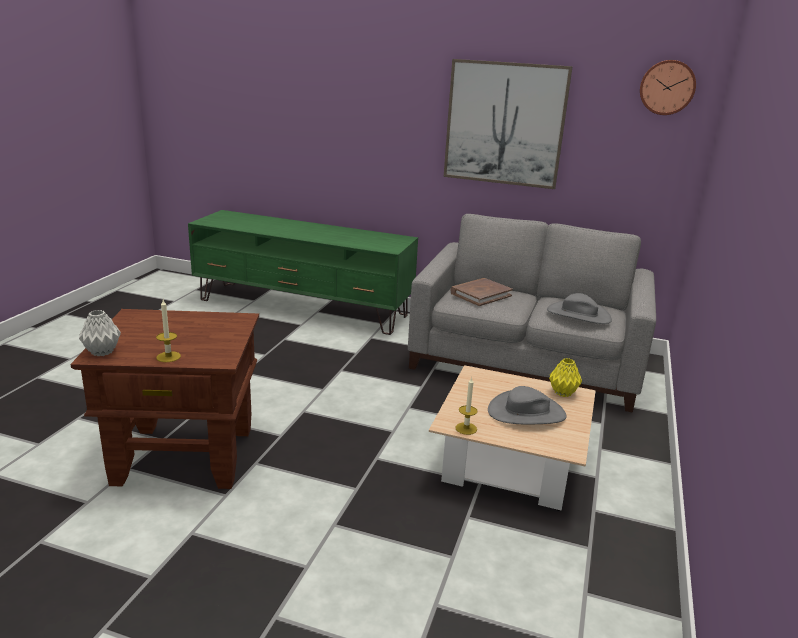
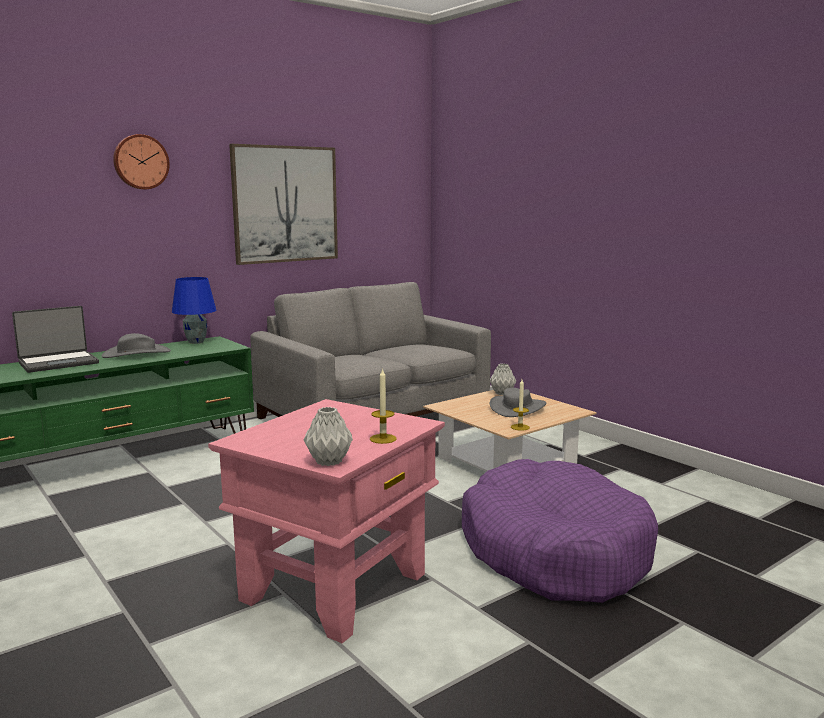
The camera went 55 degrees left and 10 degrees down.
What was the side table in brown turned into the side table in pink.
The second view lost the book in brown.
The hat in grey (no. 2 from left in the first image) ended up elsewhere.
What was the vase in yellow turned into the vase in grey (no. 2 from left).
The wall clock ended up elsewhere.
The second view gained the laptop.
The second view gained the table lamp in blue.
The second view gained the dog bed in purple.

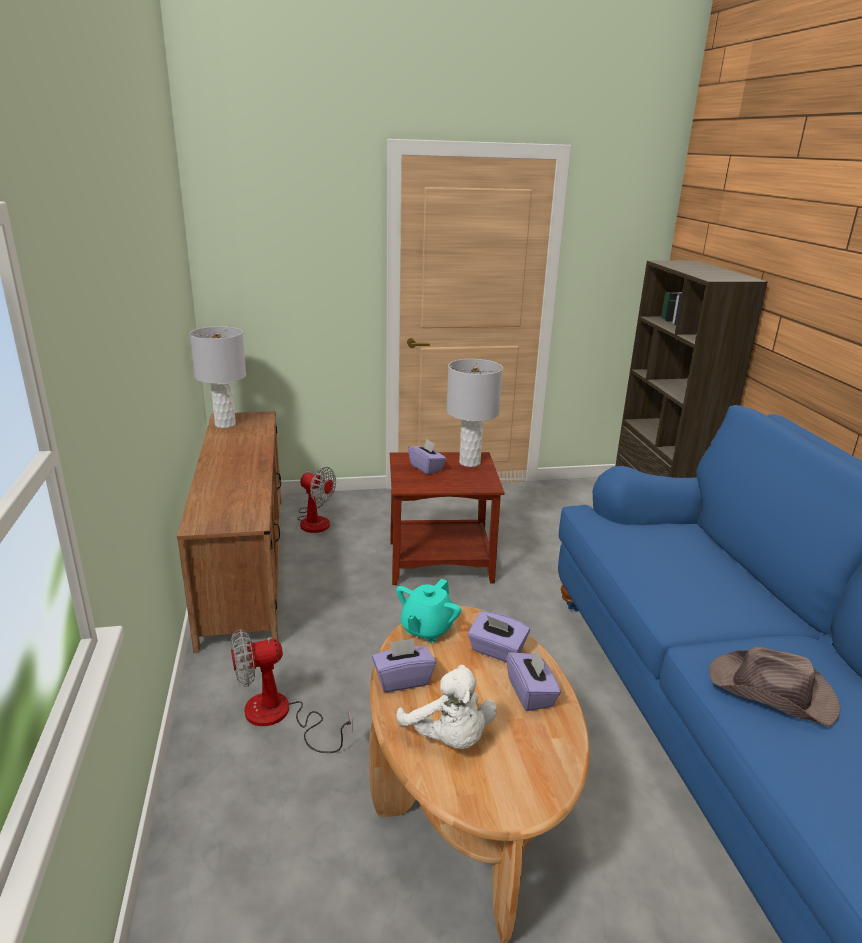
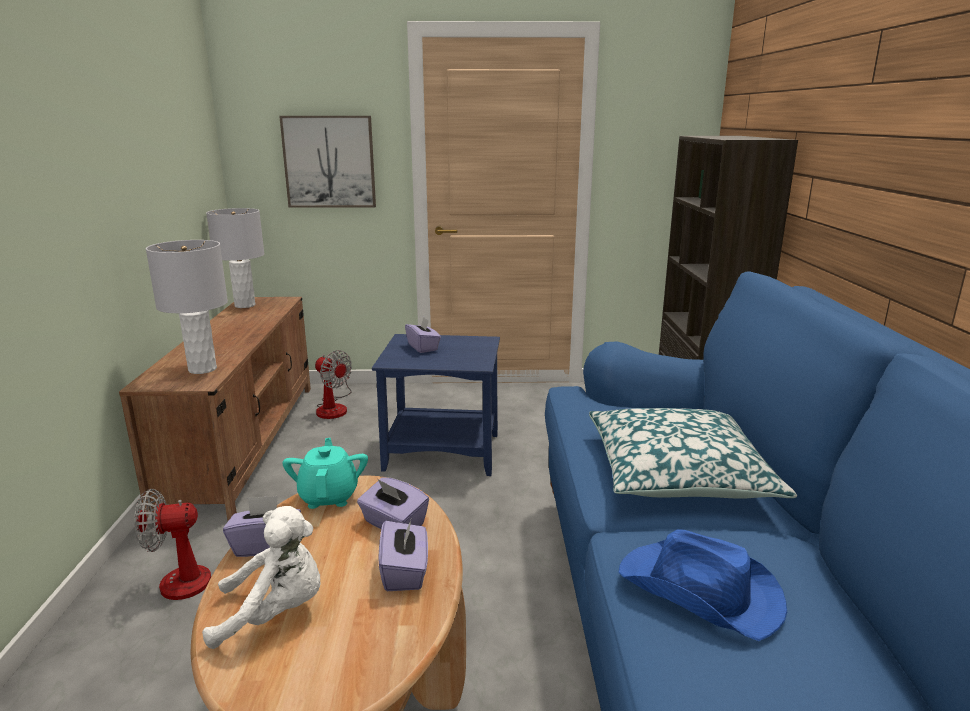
The camera went 10 degrees right and 5 degrees down.
What was the side table in brown turned into the side table in blue.
The teapot in turquoise ended up facing another way, 135 degrees clockwise from before.
The plush toy in white ended up facing another way, 75 degrees counterclockwise from before.
The table lamp in grey (no. 2 from left in the first image) ended up elsewhere.
What was the hat in brown turned into the hat in blue.
The second view gained the picture.
The second view gained the pillow.

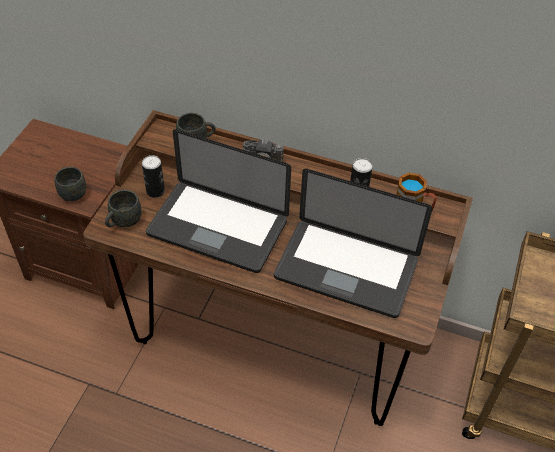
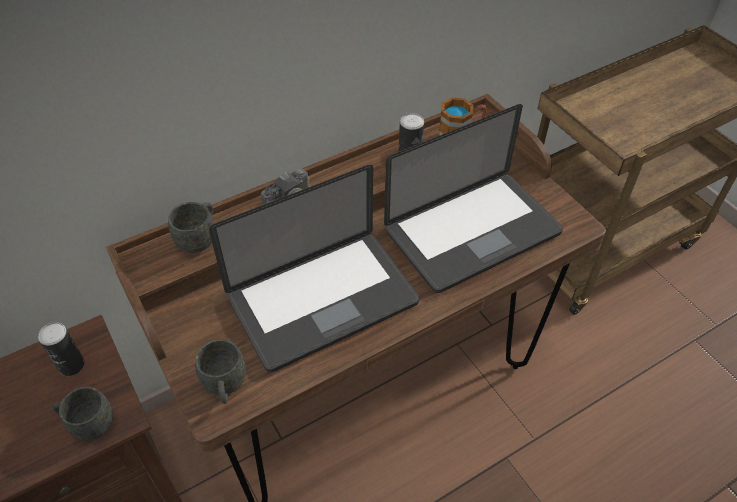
The camera went 50 degrees left and 0 degrees up.
The can (no. 1 from left) ended up elsewhere.

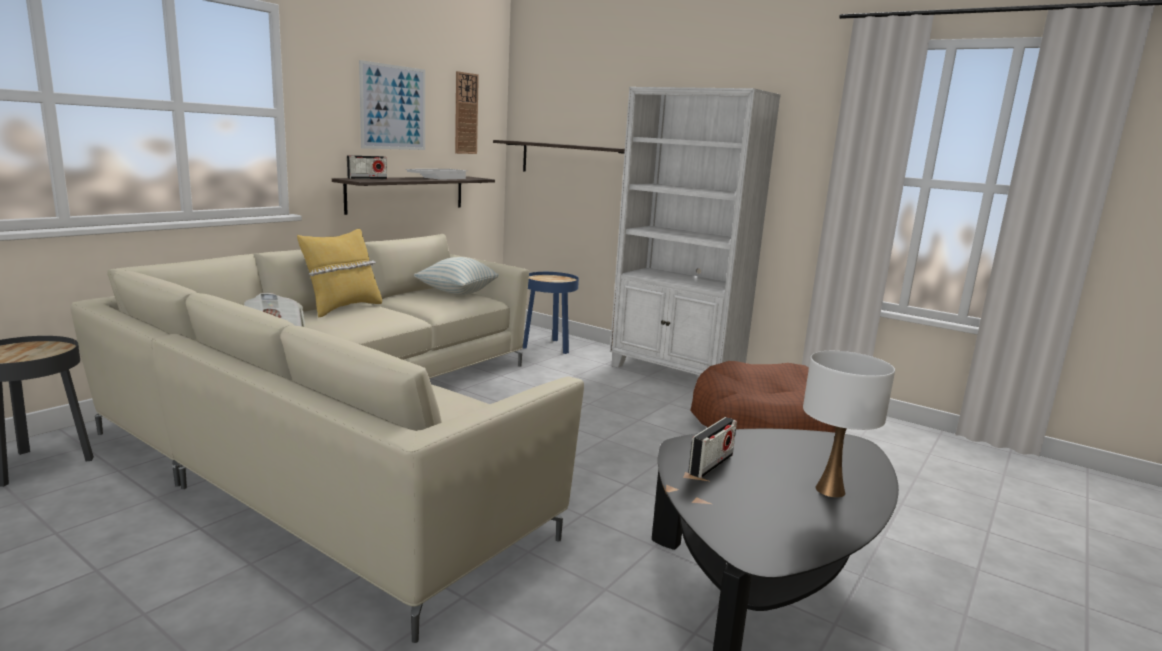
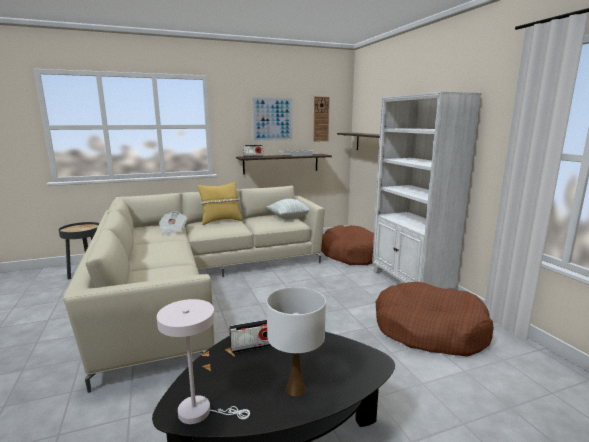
The camera went 35 degrees right and 0 degrees up.
Where the side table in blue stood, the dog bed in brown (no. 1 from left) came to stand.
The second view gained the table lamp in white (no. 1 from left).

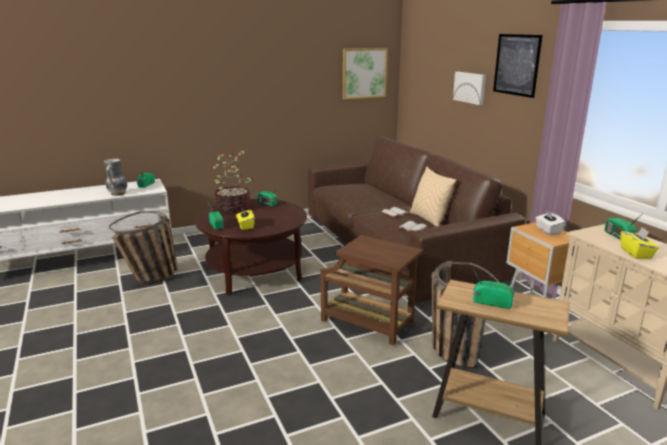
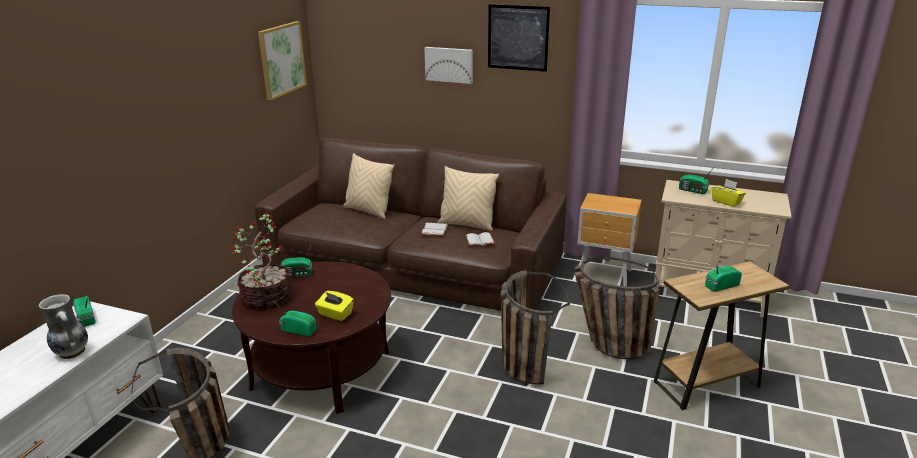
The camera went 45 degrees left and 5 degrees up.
Where the side table in brown (no. 1 from left) stood, the basket (no. 2 from left) came to stand.
The second view lost the tissue box in white.
The second view gained the pillow in beige (no. 1 from left).

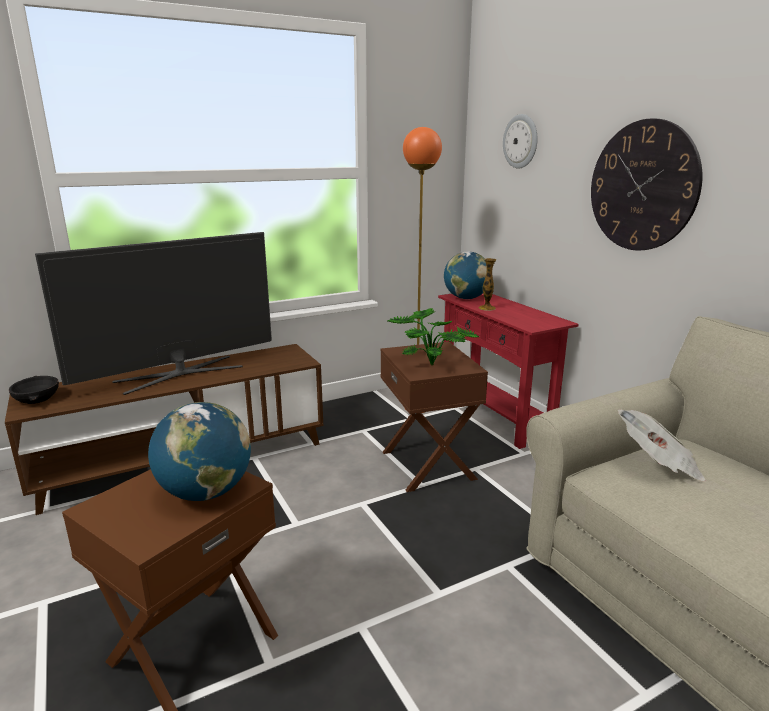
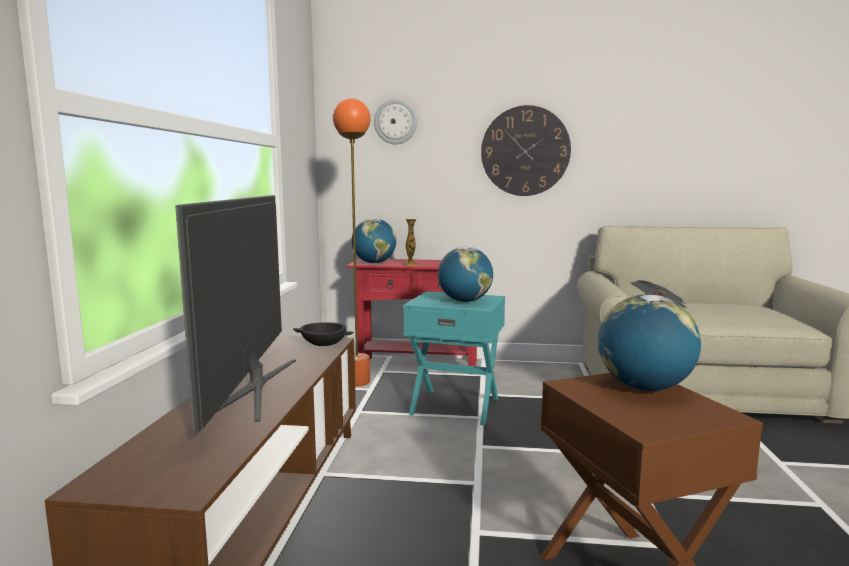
The camera went 55 degrees left and 10 degrees down.
The bowl in black ended up elsewhere.
What was the side table in brown (no. 2 from left) turned into the side table in turquoise.
Where the potted plant stood, the globe (no. 2 from left) came to stand.

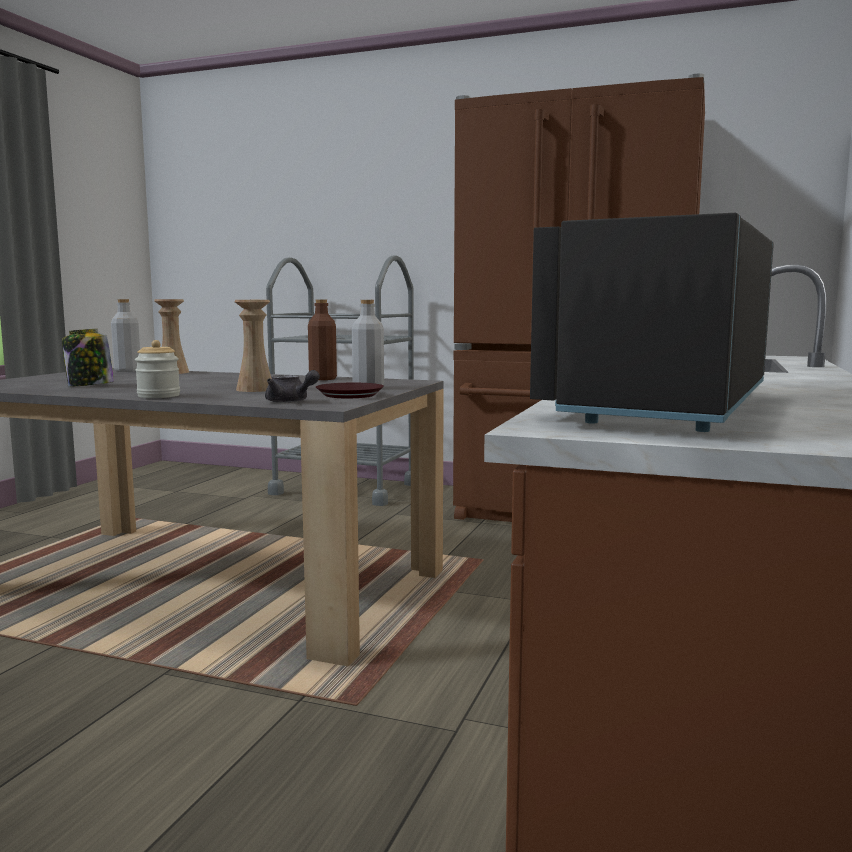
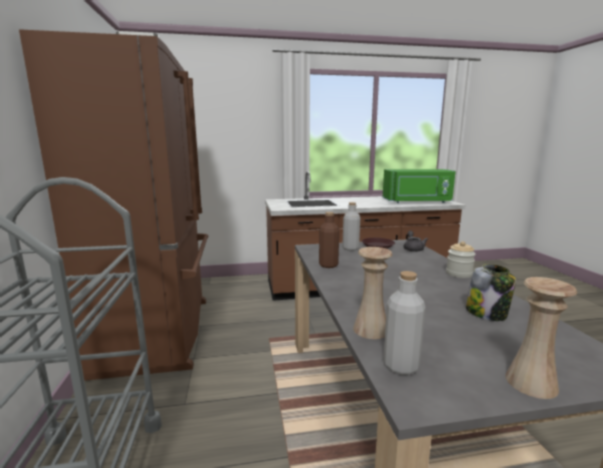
The camera went 120 degrees left and 5 degrees up.
The vase in beige (no. 2 from left) ended up elsewhere.
What was the microwave in black turned into the microwave in green.

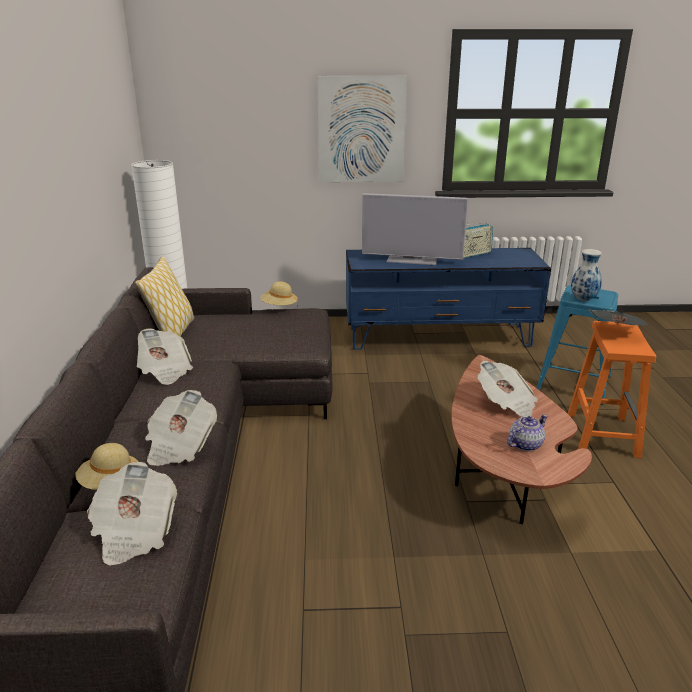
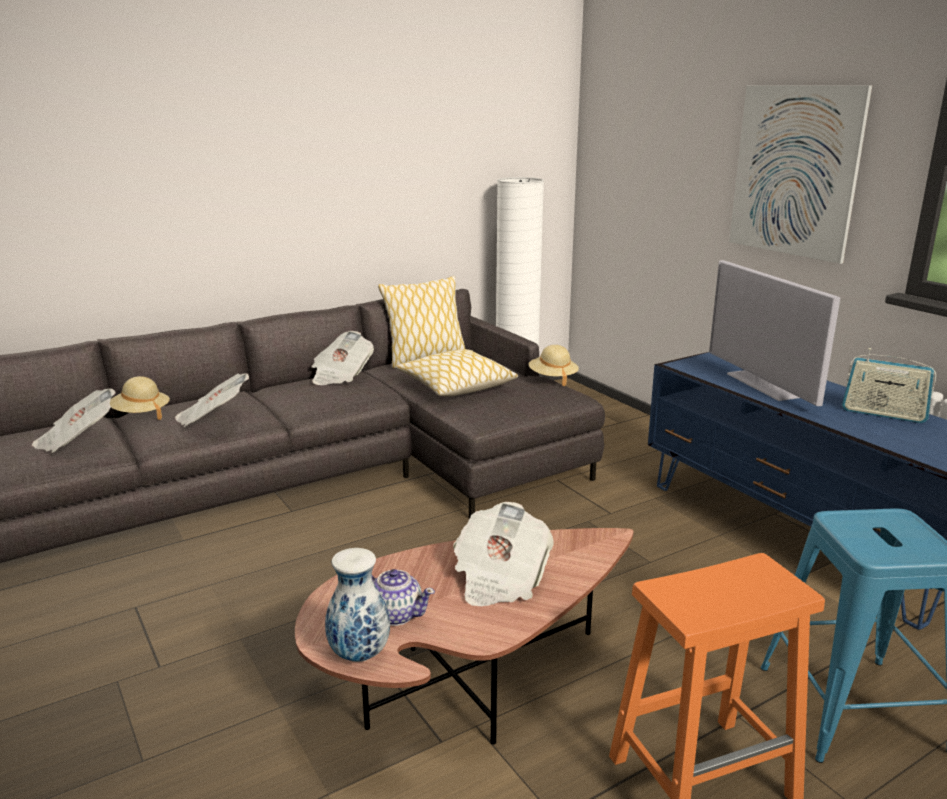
The camera went 60 degrees right and 5 degrees down.
The vase ended up elsewhere.
The second view lost the newspaper (no. 5 from left).
The second view gained the pillow (no. 2 from left).

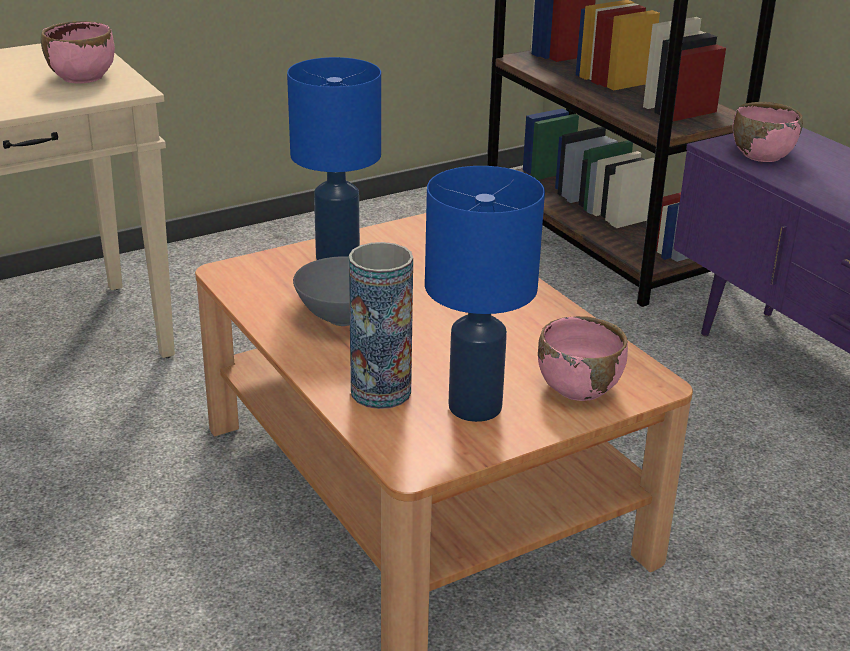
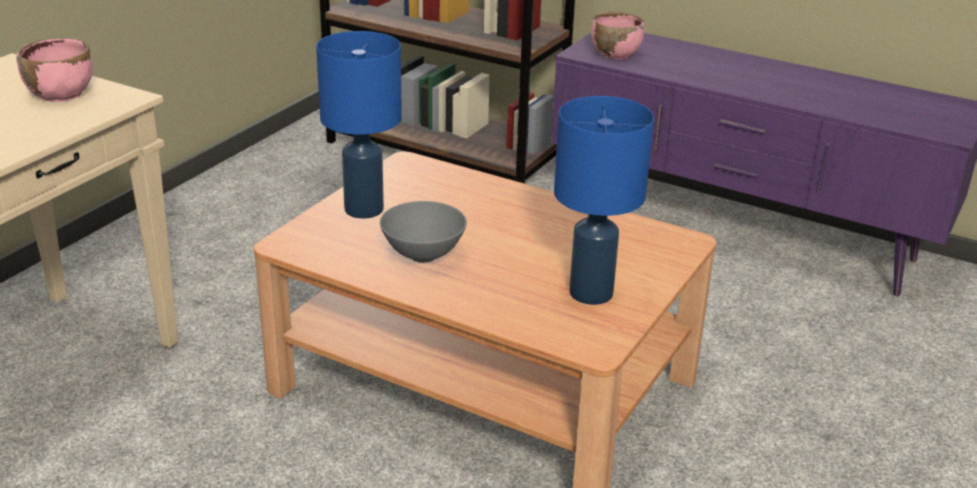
The camera went 30 degrees left and 0 degrees up.
The second view lost the vase.
The second view lost the bowl in pink (no. 2 from left).

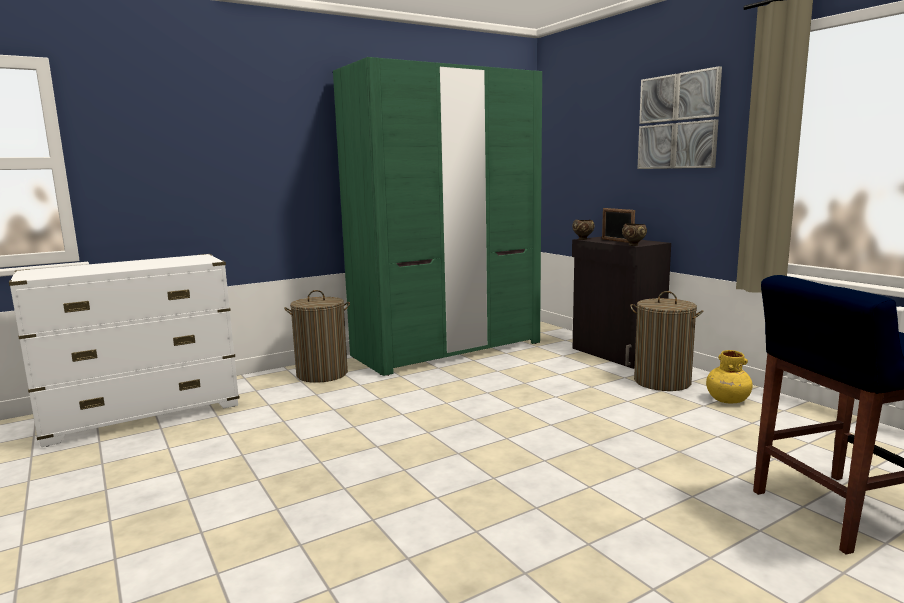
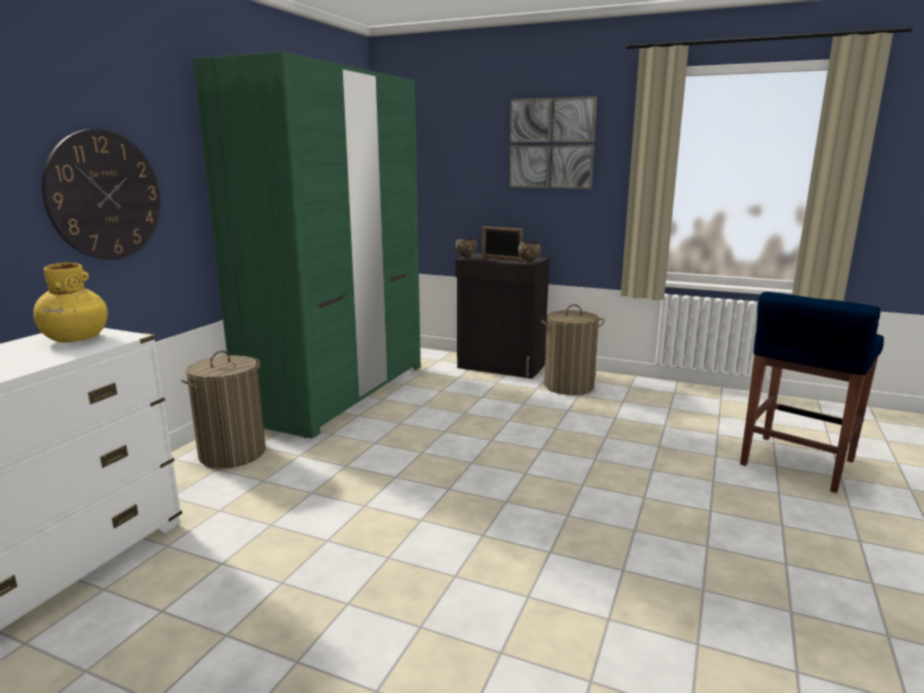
The camera went 35 degrees left and 5 degrees up.
The vase in yellow ended up elsewhere.
The second view gained the wall clock.

